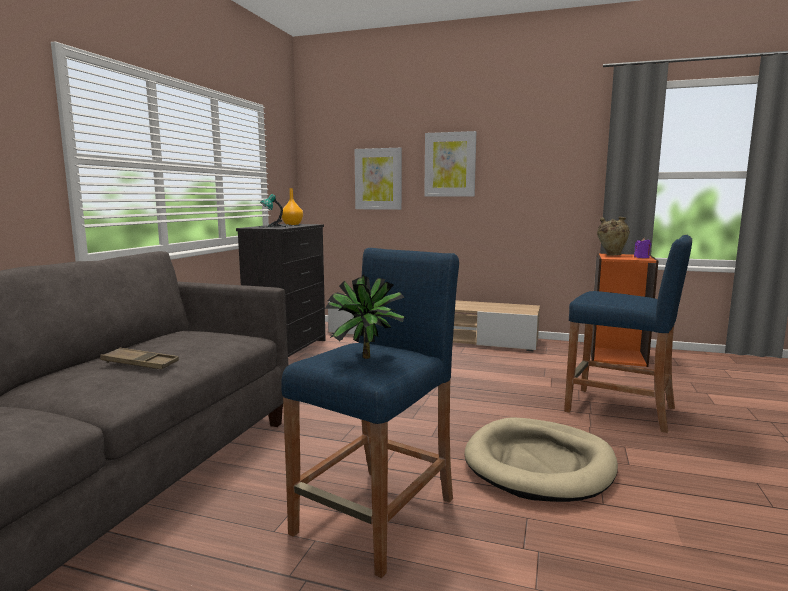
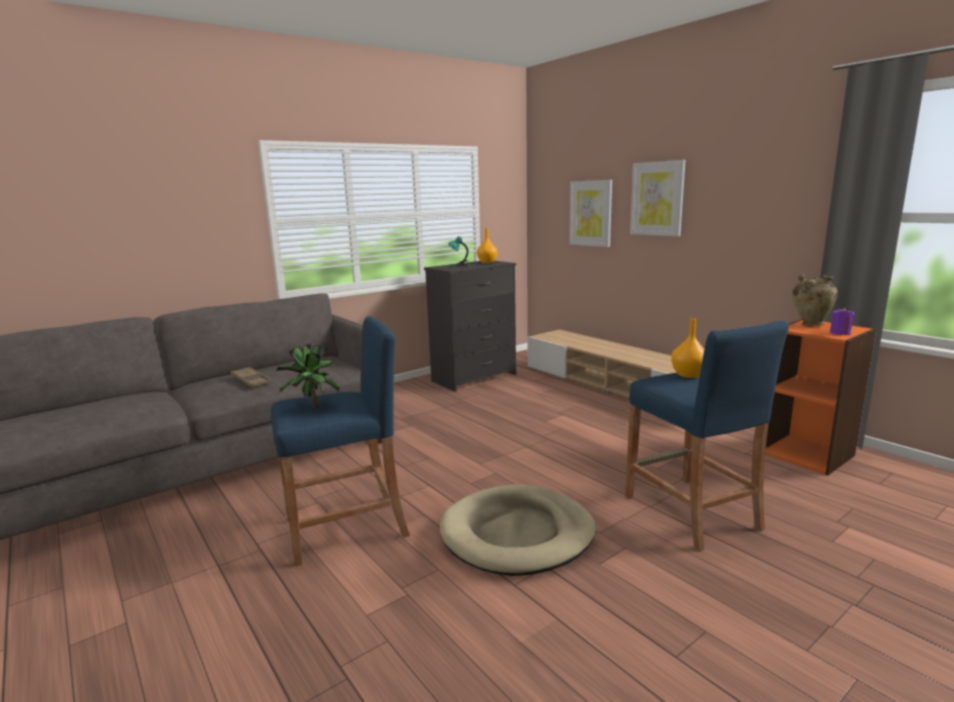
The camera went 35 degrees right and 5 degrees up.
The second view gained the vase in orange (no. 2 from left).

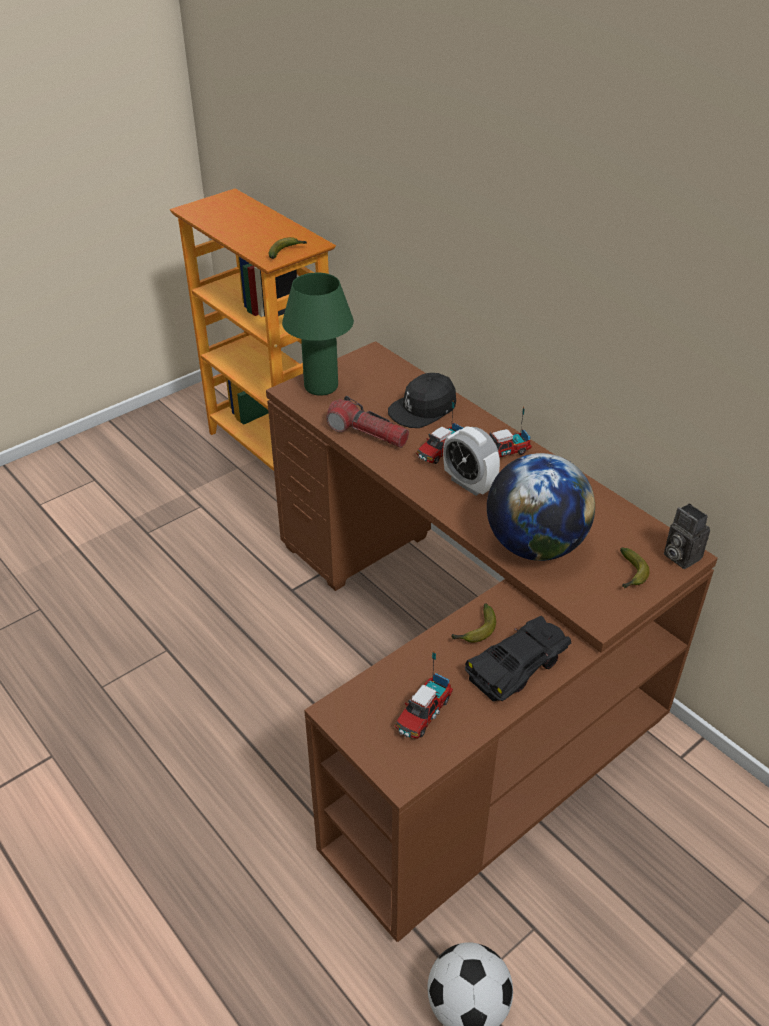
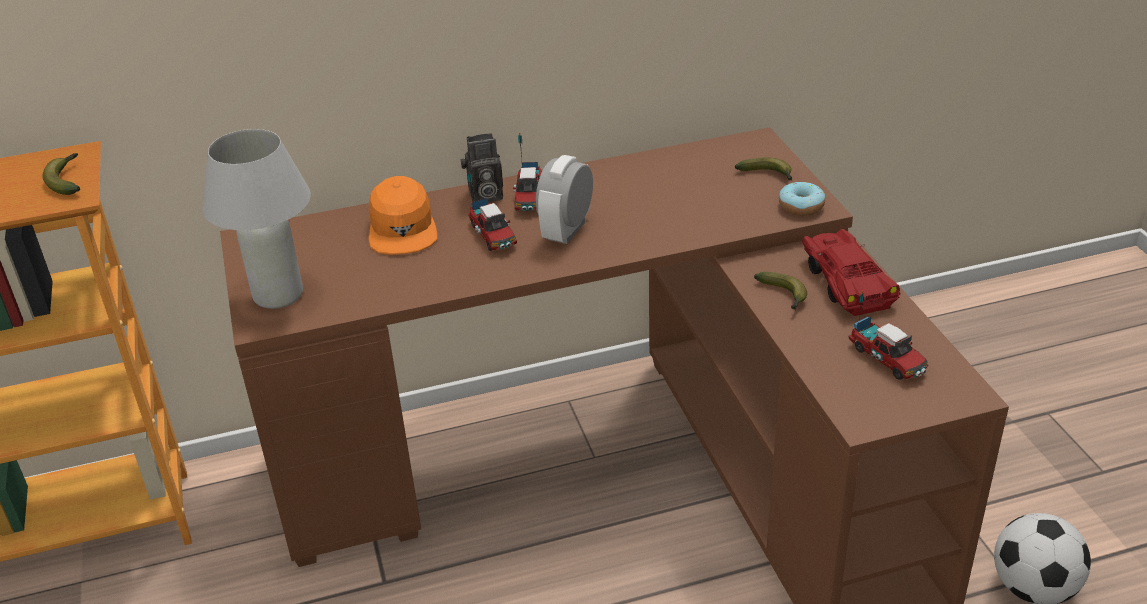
The camera went 65 degrees left and 5 degrees down.
What was the table lamp in green turned into the table lamp in white.
The second view lost the flashlight.
What was the cap in black turned into the cap in orange.
The alarm clock ended up facing another way, 135 degrees clockwise from before.
What was the toy car in black turned into the toy car in red.
The second view lost the globe.
The photo camera ended up elsewhere.
The second view gained the donut.

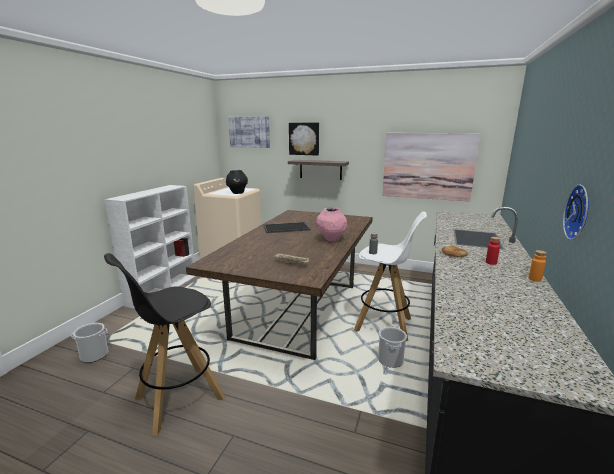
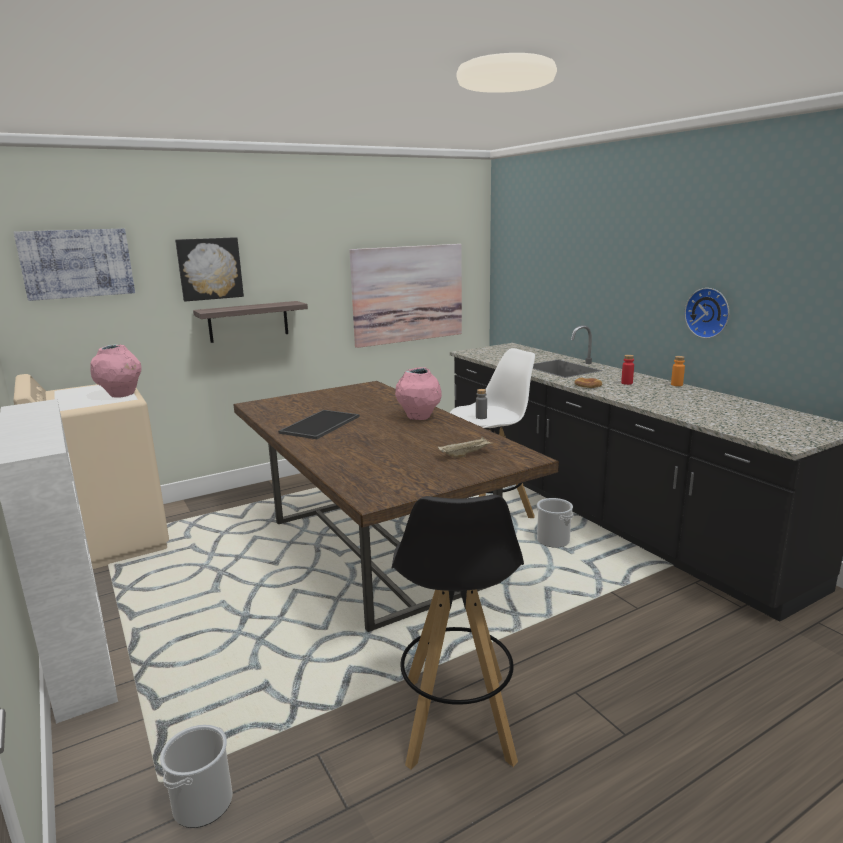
The camera went 50 degrees left and 0 degrees up.
What was the vase in black turned into the vase in pink (no. 1 from left).

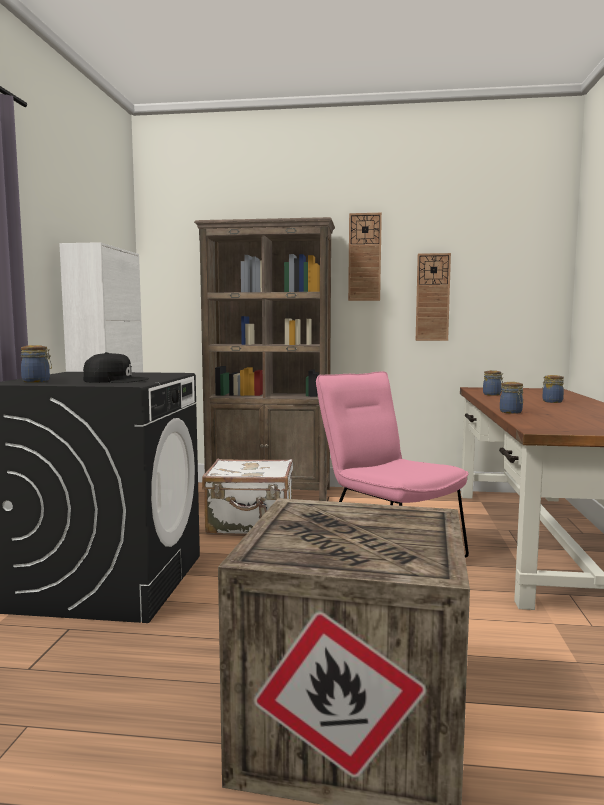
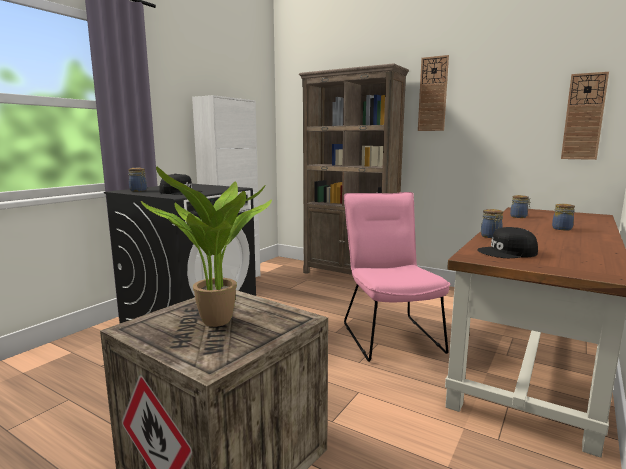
The camera went 25 degrees right and 5 degrees up.
The second view lost the suitcase in white.
The wall clock (no. 2 from left) ended up elsewhere.
The second view gained the potted plant.
The second view gained the cap in black (no. 2 from left).

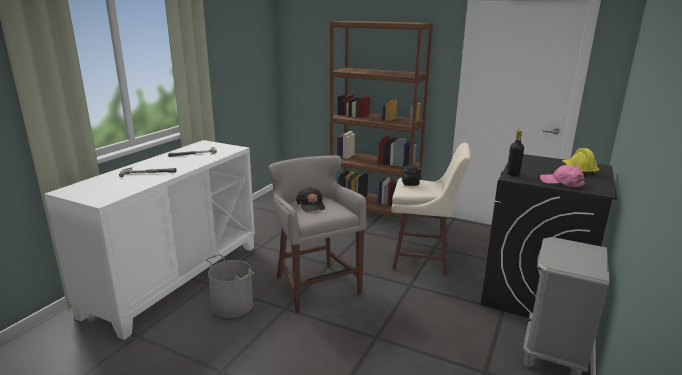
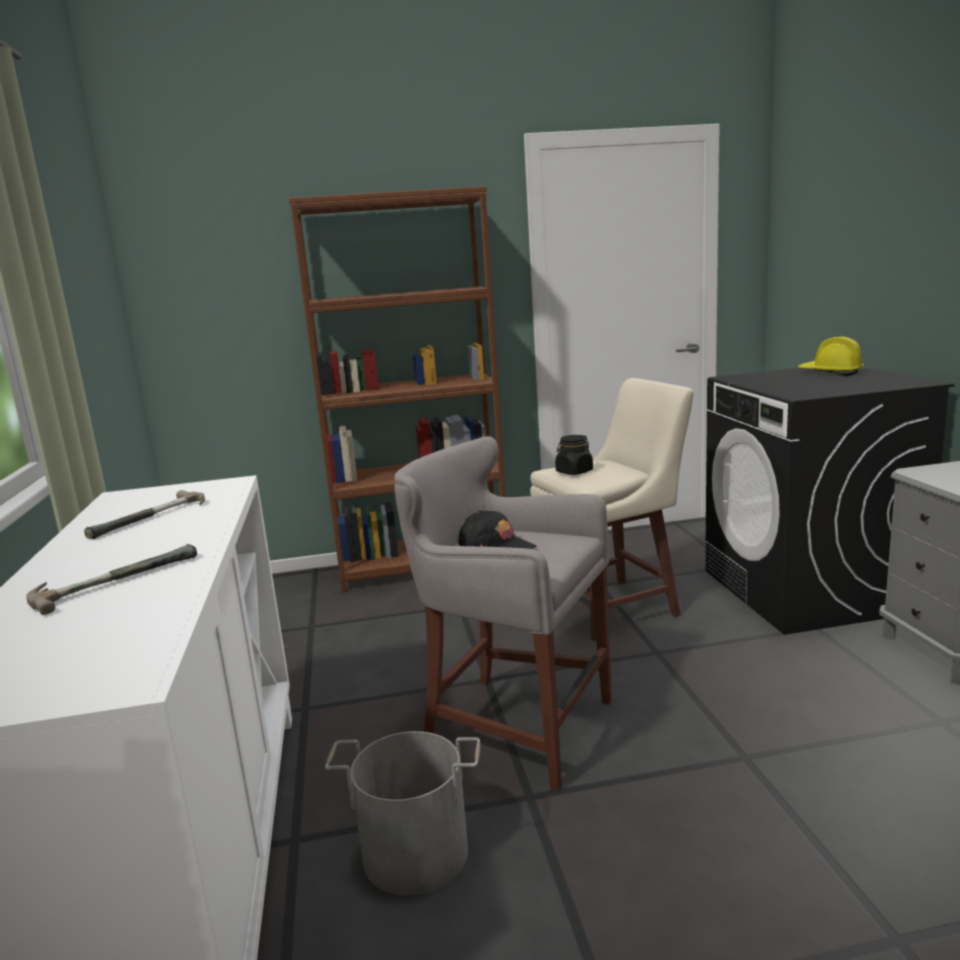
The camera went 35 degrees left and 5 degrees down.
The second view lost the bottle in black.
The second view lost the cap in pink.

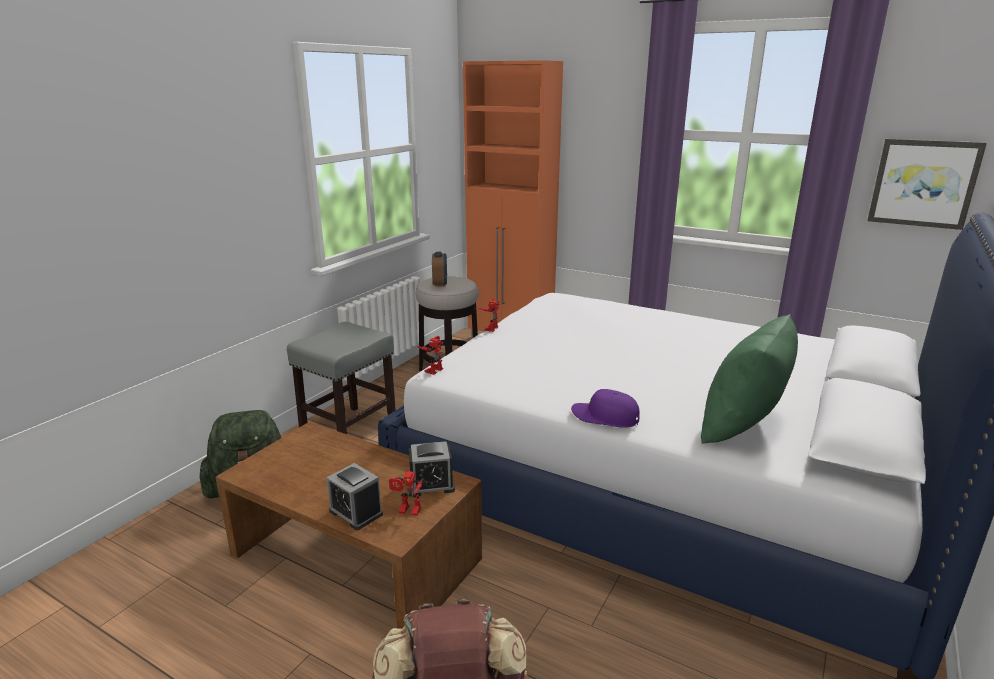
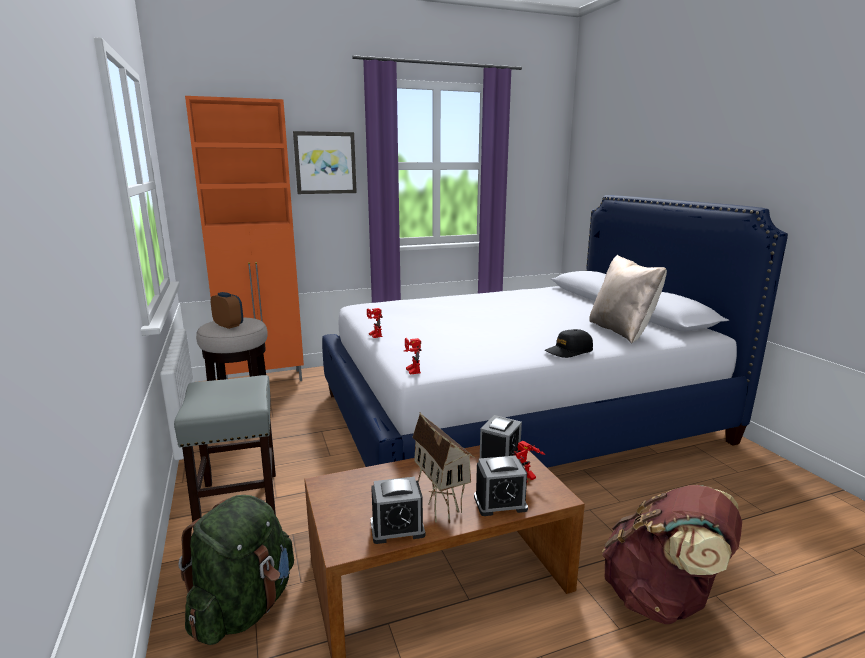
The camera went 50 degrees left and 5 degrees down.
What was the cap in purple turned into the cap in black.
What was the pillow in green turned into the pillow in beige.
The picture ended up elsewhere.
The second view gained the alarm clock (no. 2 from left).
The second view gained the toy house.

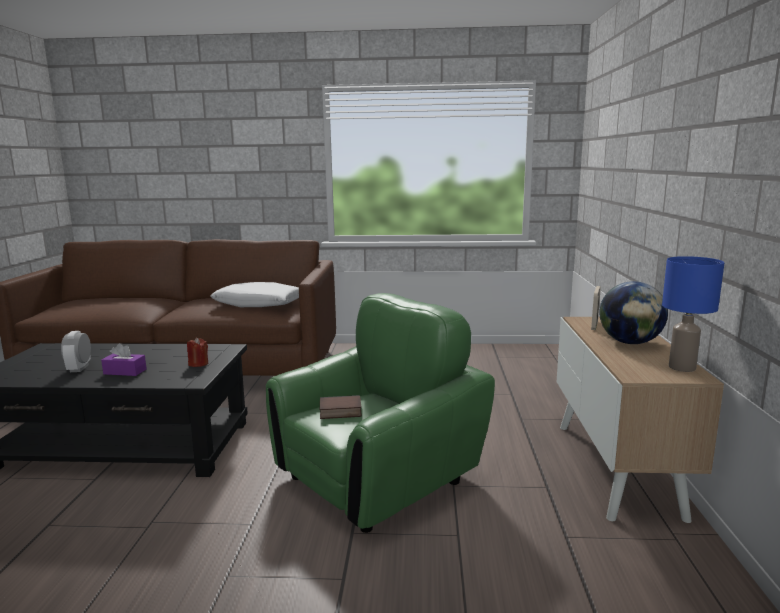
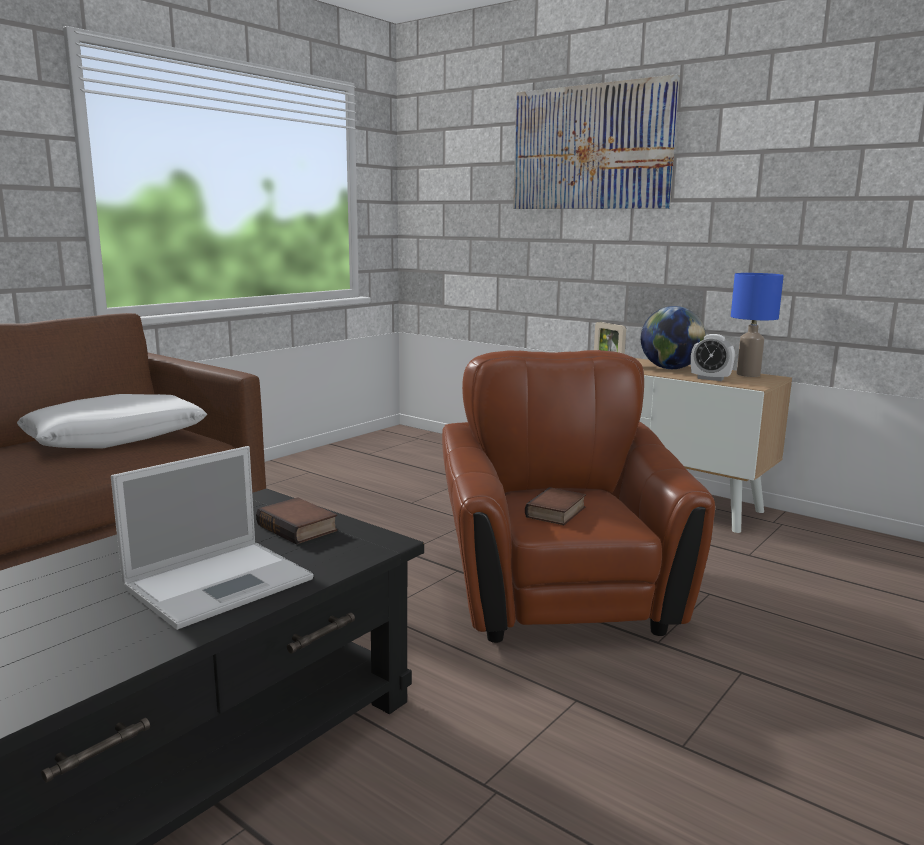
The camera went 55 degrees left and 0 degrees up.
The alarm clock ended up elsewhere.
Where the tissue box in purple stood, the laptop came to stand.
Where the candle in red stood, the book (no. 1 from left) came to stand.
What was the armchair in green turned into the armchair in brown.
The second view gained the picture.

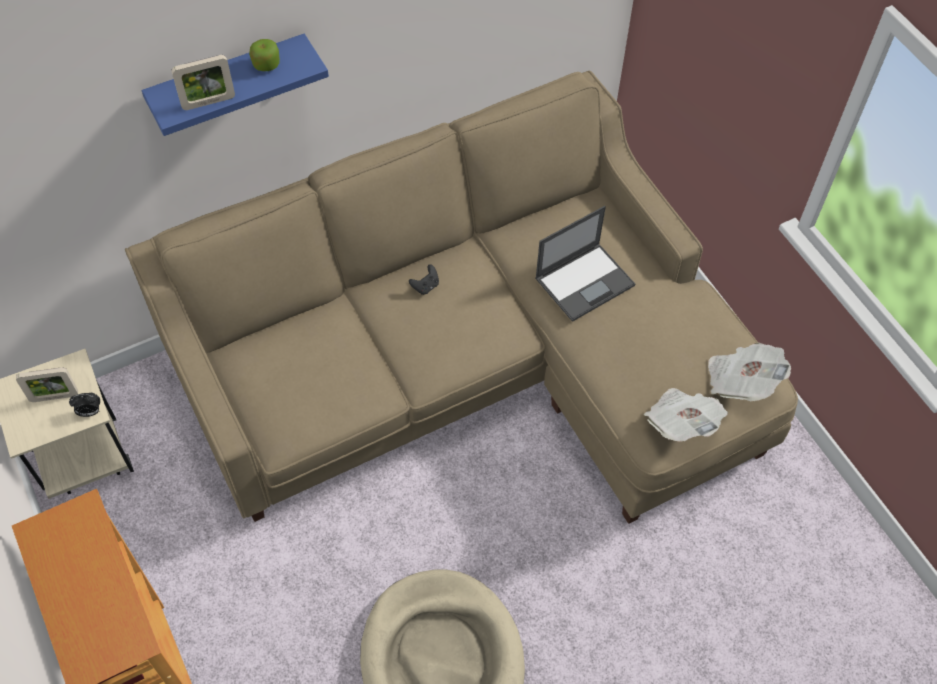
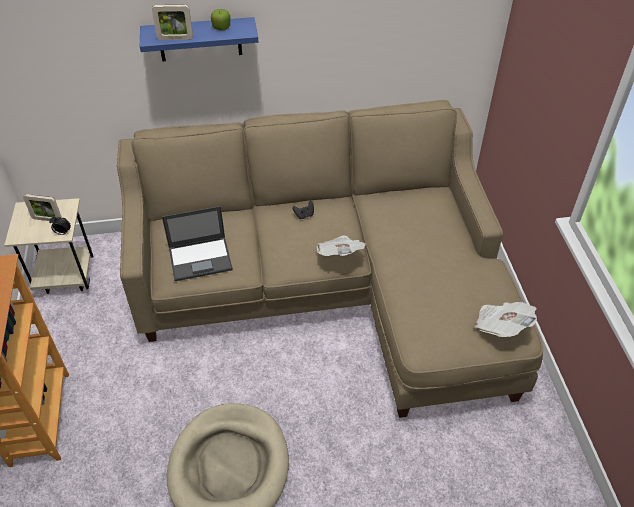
The camera went 20 degrees right and 10 degrees down.
The laptop ended up elsewhere.
The newspaper (no. 1 from left) ended up elsewhere.

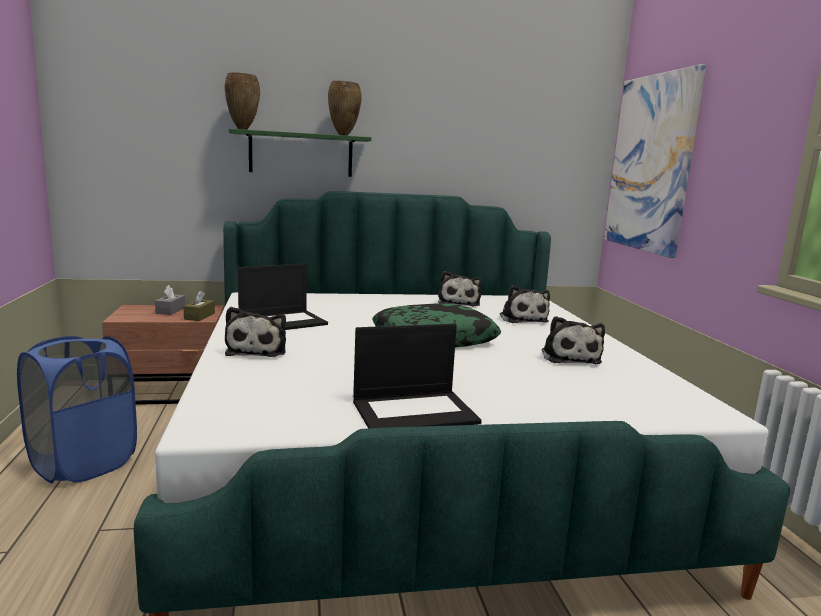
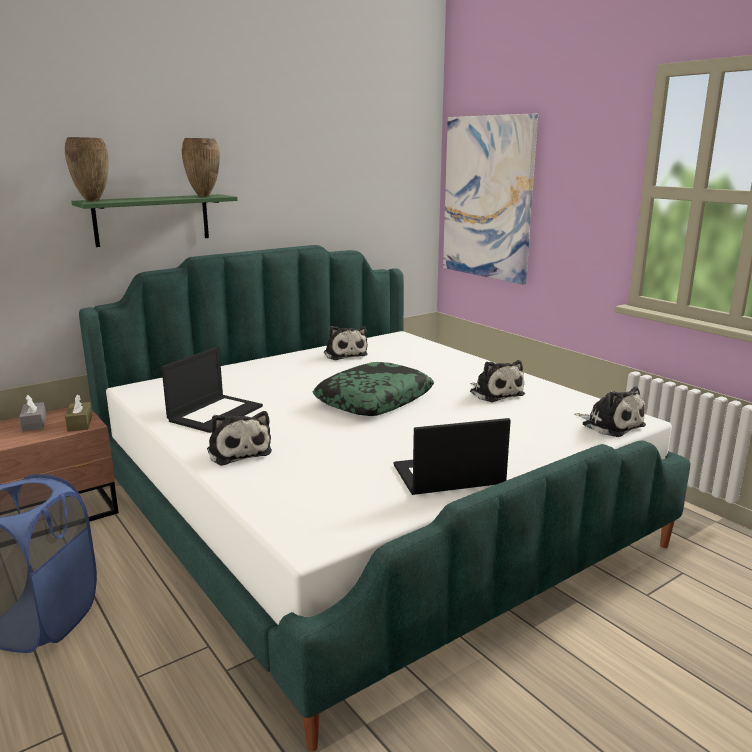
The camera went 25 degrees left and 5 degrees up.
The laptop (no. 2 from left) ended up facing another way, 150 degrees counterclockwise from before.
The plush toy (no. 3 from left in the first image) ended up elsewhere.

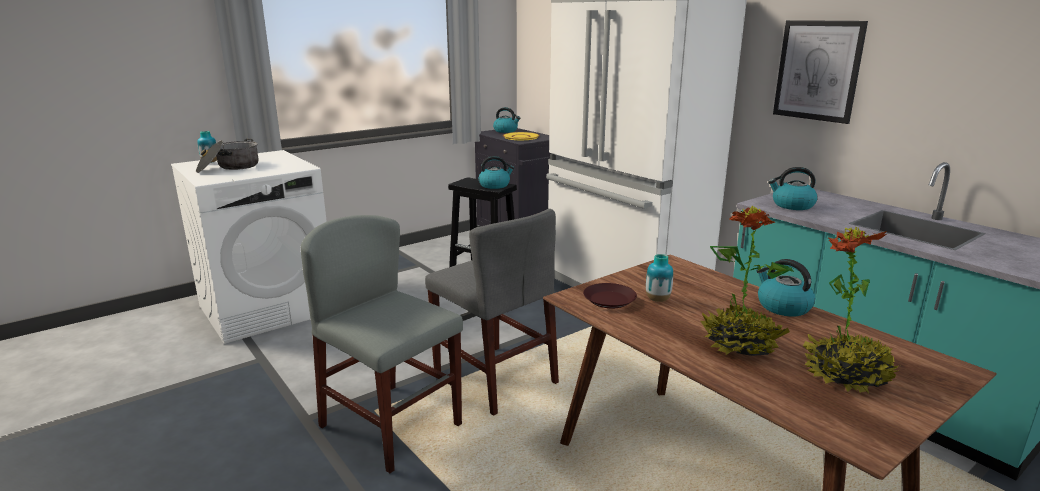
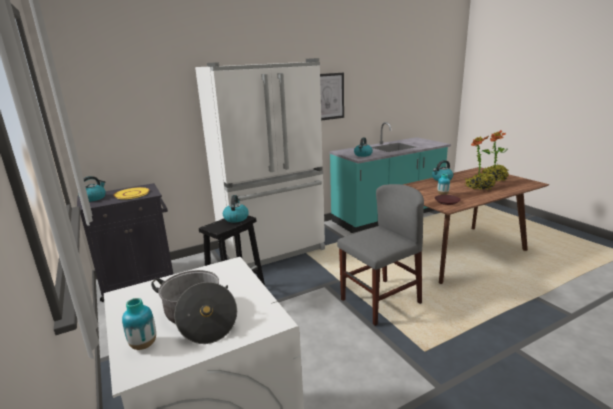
The camera went 80 degrees left and 0 degrees up.
The second view lost the chair in grey (no. 1 from left).

